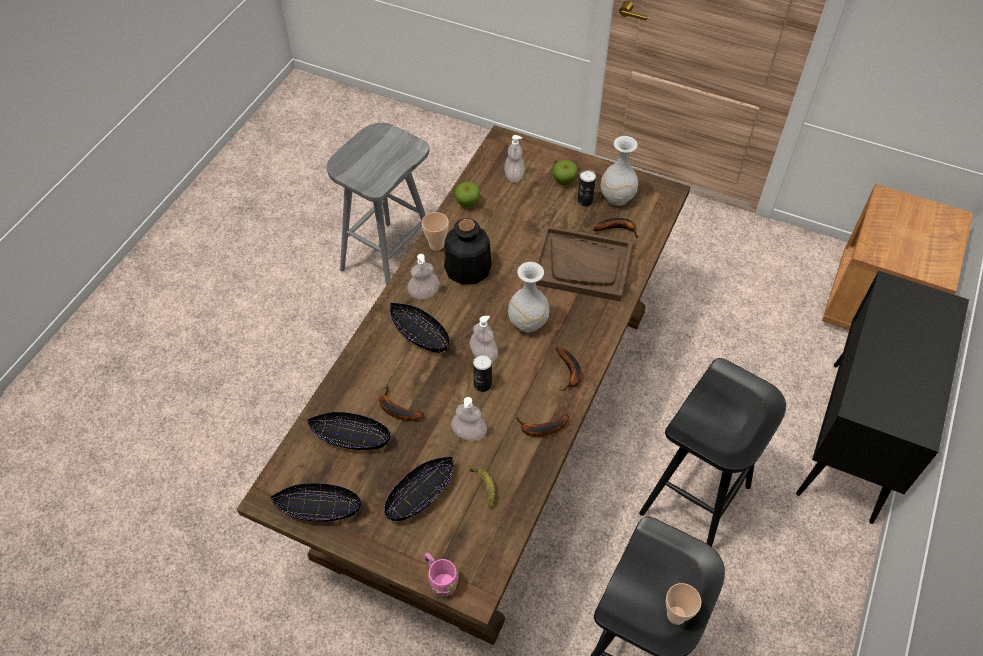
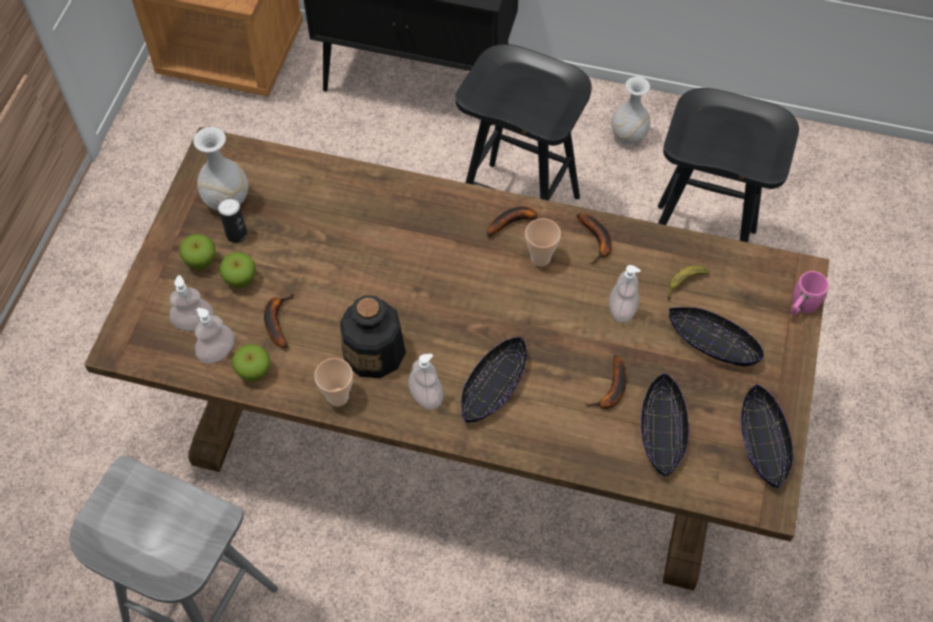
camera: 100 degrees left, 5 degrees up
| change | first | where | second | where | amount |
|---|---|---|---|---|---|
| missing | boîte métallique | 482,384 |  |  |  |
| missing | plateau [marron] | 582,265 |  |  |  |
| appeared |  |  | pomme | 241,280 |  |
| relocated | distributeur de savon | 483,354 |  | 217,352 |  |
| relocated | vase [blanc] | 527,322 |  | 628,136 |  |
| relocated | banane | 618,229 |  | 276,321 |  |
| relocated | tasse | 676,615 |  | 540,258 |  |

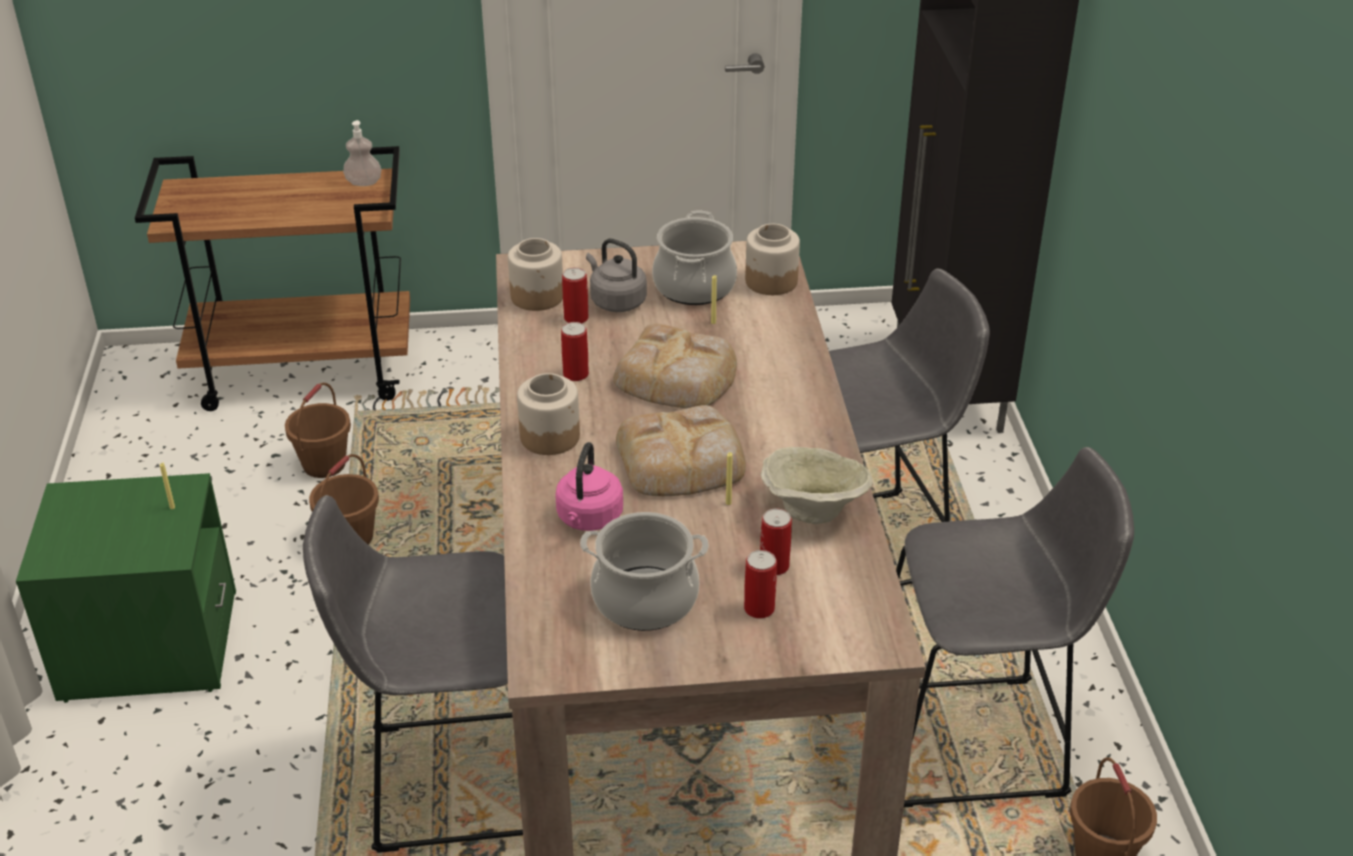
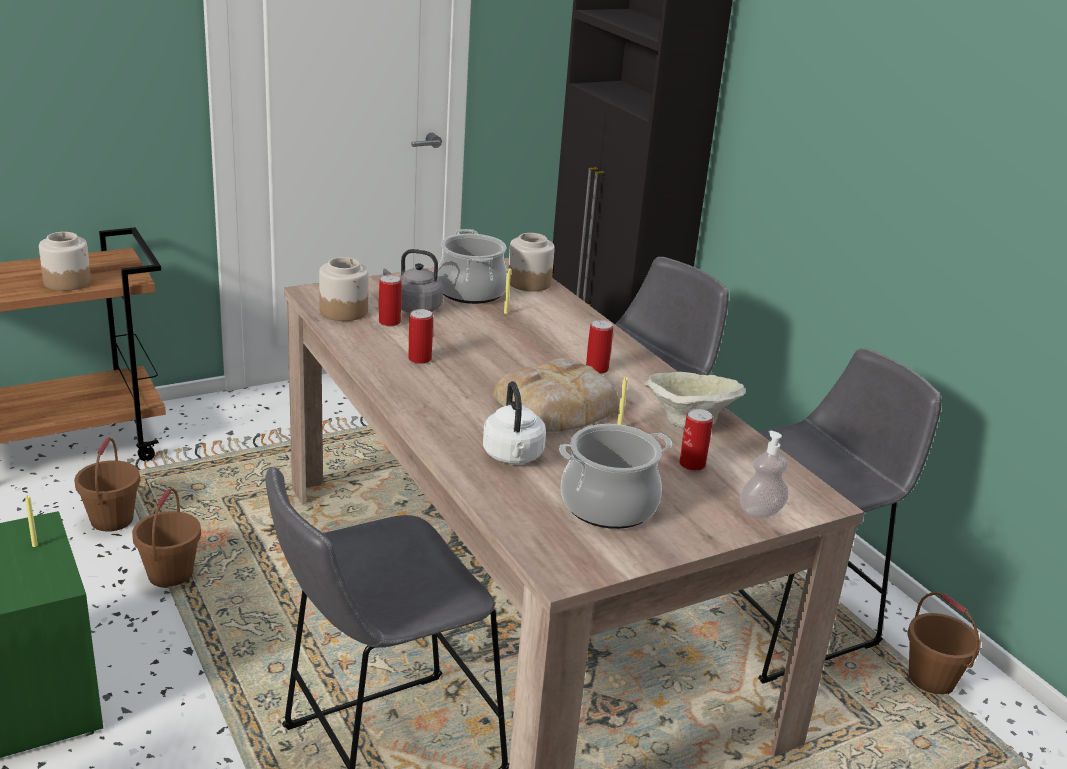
camera: 25 degrees left, 10 degrees down
| change | first | where | second | where | amount |
|---|---|---|---|---|---|
| missing | pain | 677,377 |  |  |  |
| relocated | distributeur de savon | 363,182 |  | 761,511 |  |
| relocated | bocal | 550,436 |  | 67,282 |  |
| relocated | boîte métallique | 759,608 |  | 597,369 |  |
| colour | bouilloire [rose] | 588,519 | bouilloire [blanc] | 513,456 |  |

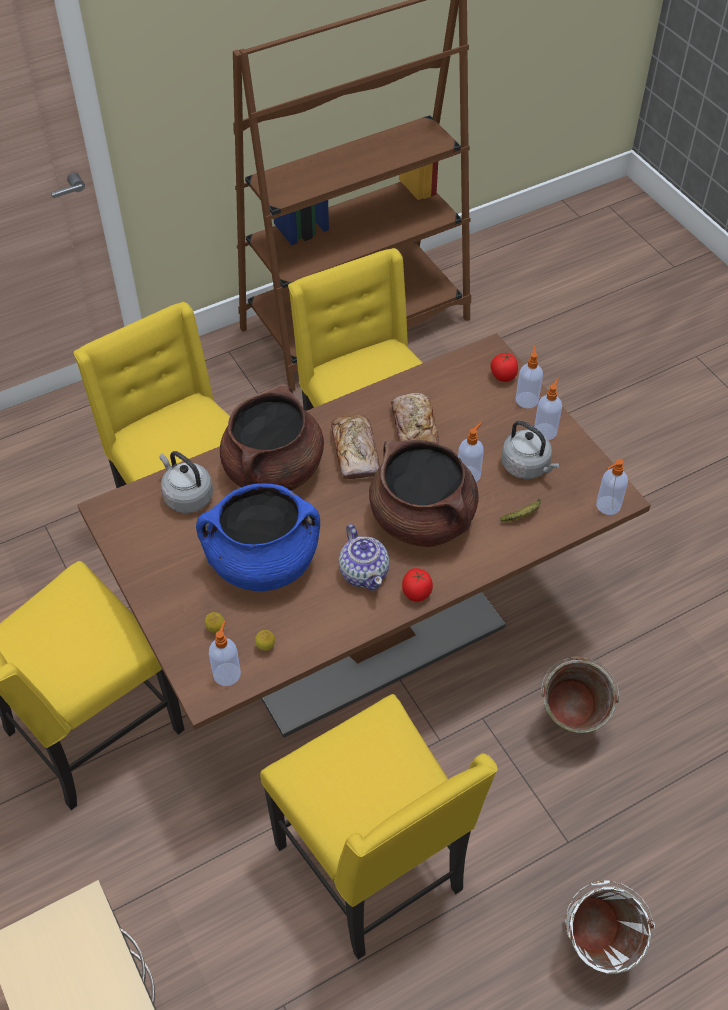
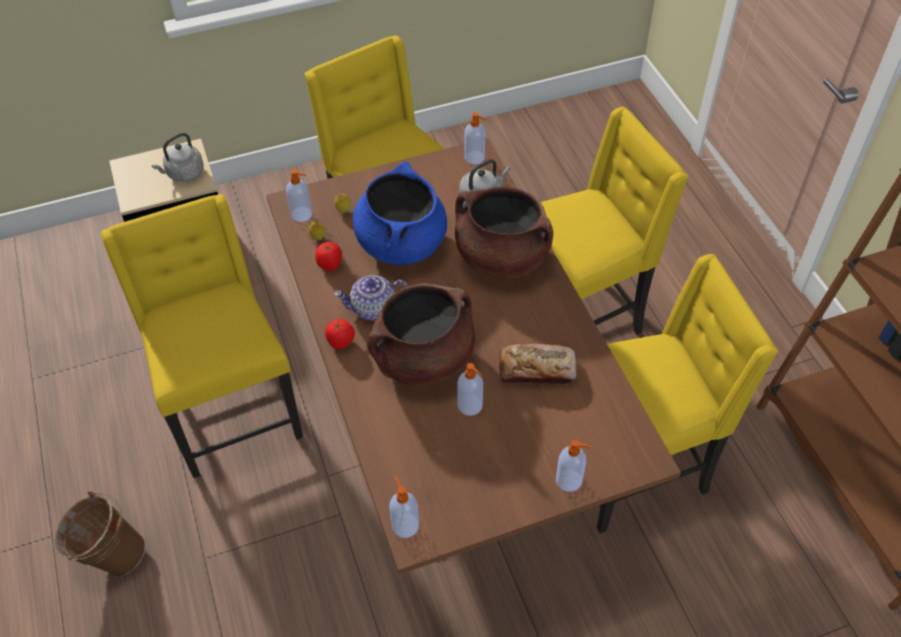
camera: 100 degrees right, 0 degrees up
| change | first | where | second | where | amount |
|---|---|---|---|---|---|
| missing | pain | 355,452 |  |  |  |
| missing | banane | 523,515 |  |  |  |
| missing | seau [vert] | 568,724 |  |  |  |
| relocated | tomate | 503,376 |  | 330,265 |  |
| relocated | bouilloire [gris] | 527,467 |  | 183,173 |  |
| relocated | distributeur de savon | 545,431 |  | 475,158 |  |
| colour | seau [blanc] | 594,948 | seau [marron] | 110,556 |  |
| spun | chaise [jaune] | 373,869 |  | 231,410 | 90 degrees clockwise |

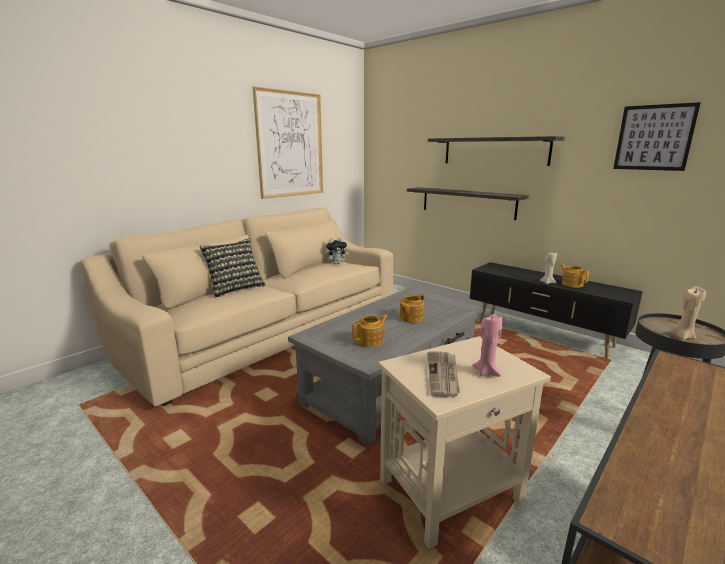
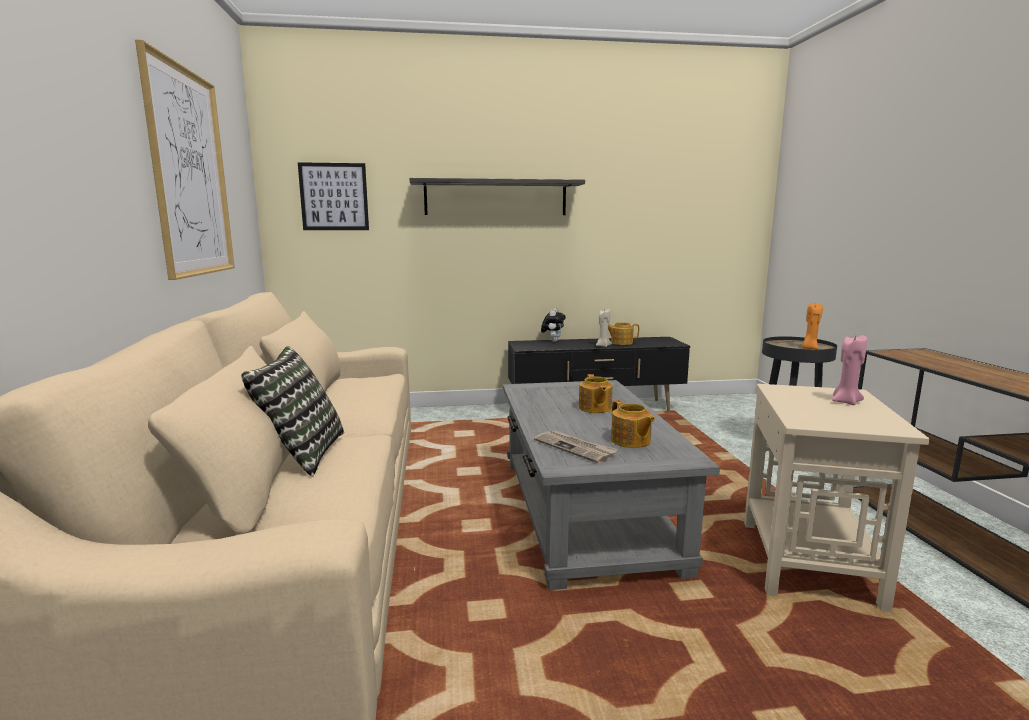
camera: 50 degrees left, 5 degrees down
| change | first | where | second | where | amount |
|---|---|---|---|---|---|
| missing | étagère | 467,202 |  |  |  |
| relocated | peluche | 336,263 |  | 553,341 |  |
| relocated | journal | 443,375 |  | 575,448 |  |
| relocated | tableau | 654,138 |  | 334,197 |  |
| colour | bougie [beige] | 682,336 | bougie [orange] | 809,348 |  |
| spun | théière | 370,341 |  | 630,441 | 150 degrees clockwise |

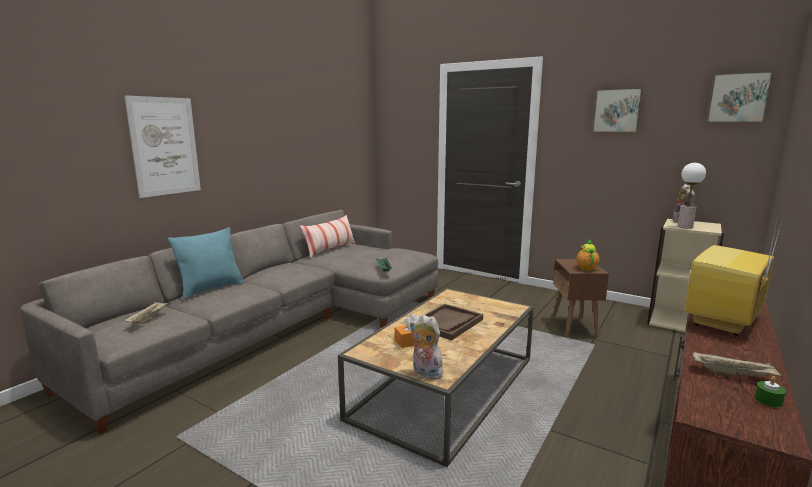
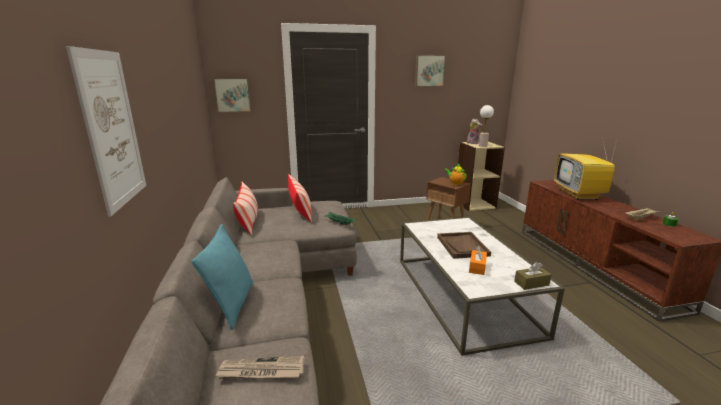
camera: 45 degrees left, 5 degrees up
| change | first | where | second | where | amount |
|---|---|---|---|---|---|
| appeared |  |  | coussin | 300,210 |  |
| relocated | tableau | 738,98 |  | 232,95 |  |
| exchanged | plateau [beige] | 149,319 | journal | 261,371 |  |
| exchanged | peluche | 425,373 | boîte à mouchoirs [marron] | 531,283 |  |
| colour | table basse [marron] | 445,387 | table basse [blanc] | 463,295 |  |

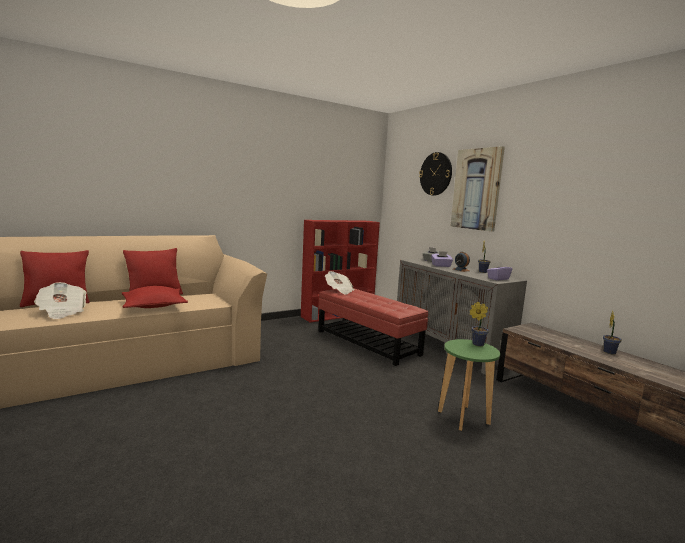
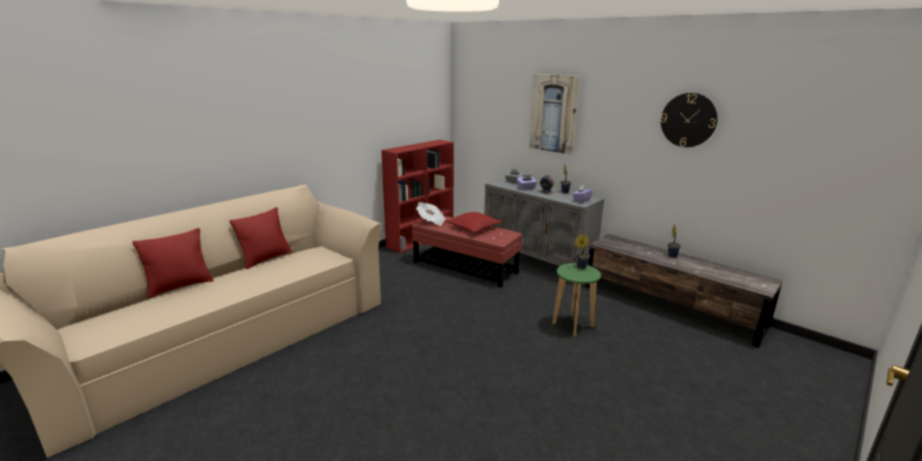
camera: 15 degrees left, 10 degrees up
| change | first | where | second | where | amount |
|---|---|---|---|---|---|
| missing | journal | 62,312 |  |  |  |
| relocated | coussin [rouge] | 154,305 |  | 473,227 |  |
| relocated | horloge murale | 435,174 |  | 688,120 |  |

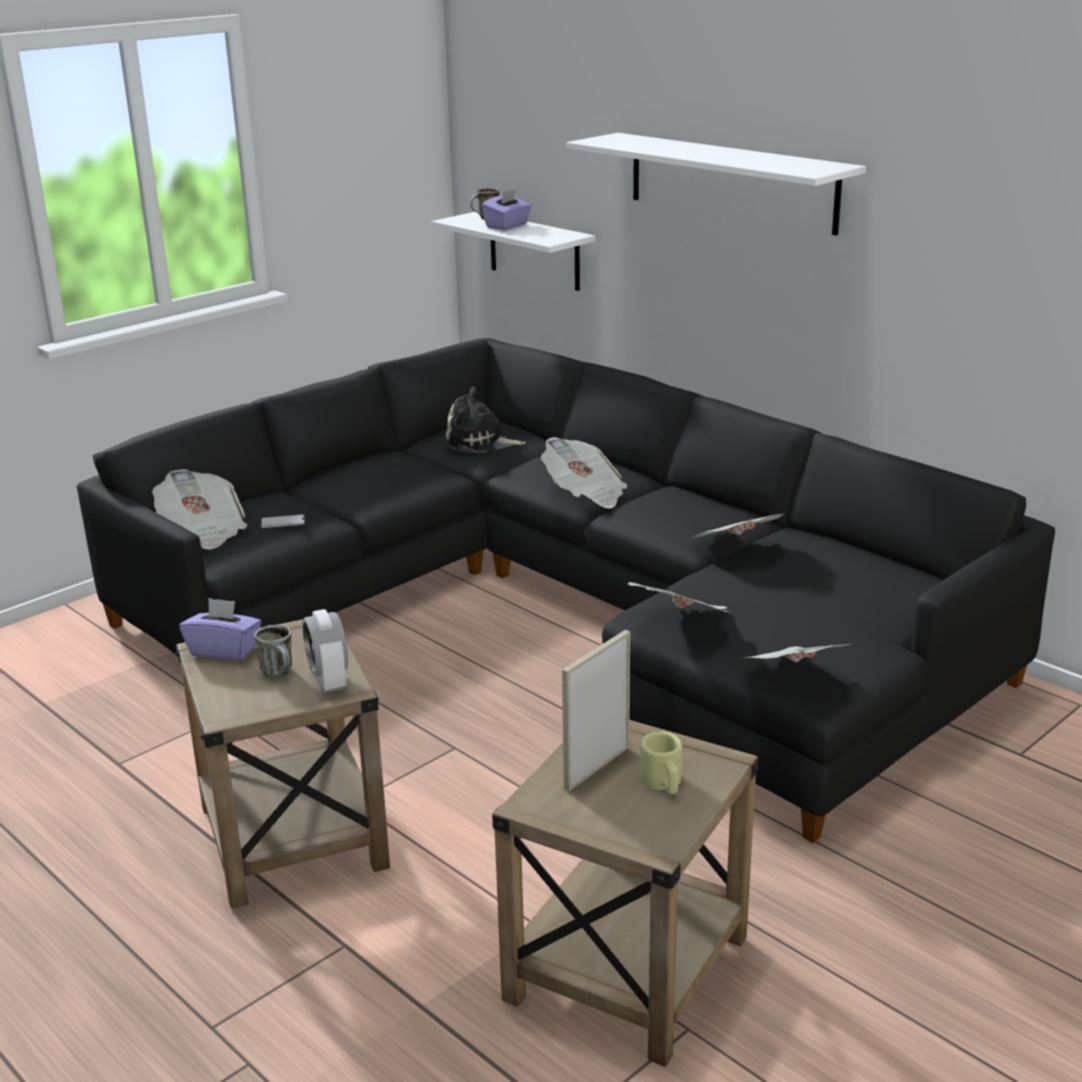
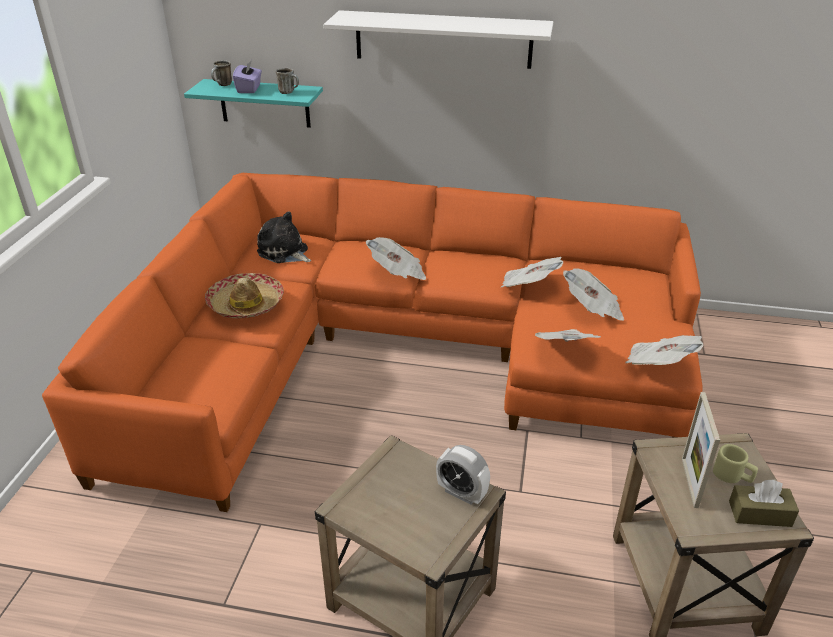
camera: 35 degrees left, 10 degrees up
| change | first | where | second | where | amount |
|---|---|---|---|---|---|
| missing | boîte à mouchoirs [violet] | 224,650 |  |  |  |
| missing | téléphone | 282,522 |  |  |  |
| appeared |  |  | chapeau | 245,304 |  |
| appeared |  |  | boîte à mouchoirs [marron] | 760,513 |  |
| relocated | journal | 203,531 |  | 592,309 |  |
| relocated | mug | 280,673 |  | 289,92 |  |
| colour | canapé [noir] | 566,614 | canapé [orange] | 398,353 |  |
| colour | étagère [blanc] | 534,251 | étagère [turquoise] | 264,103 |  |
| spun | peluche | 480,442 |  | 284,252 | 60 degrees clockwise |

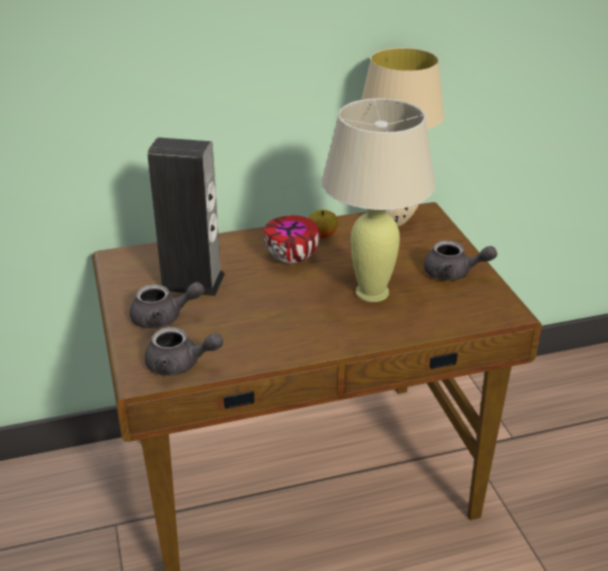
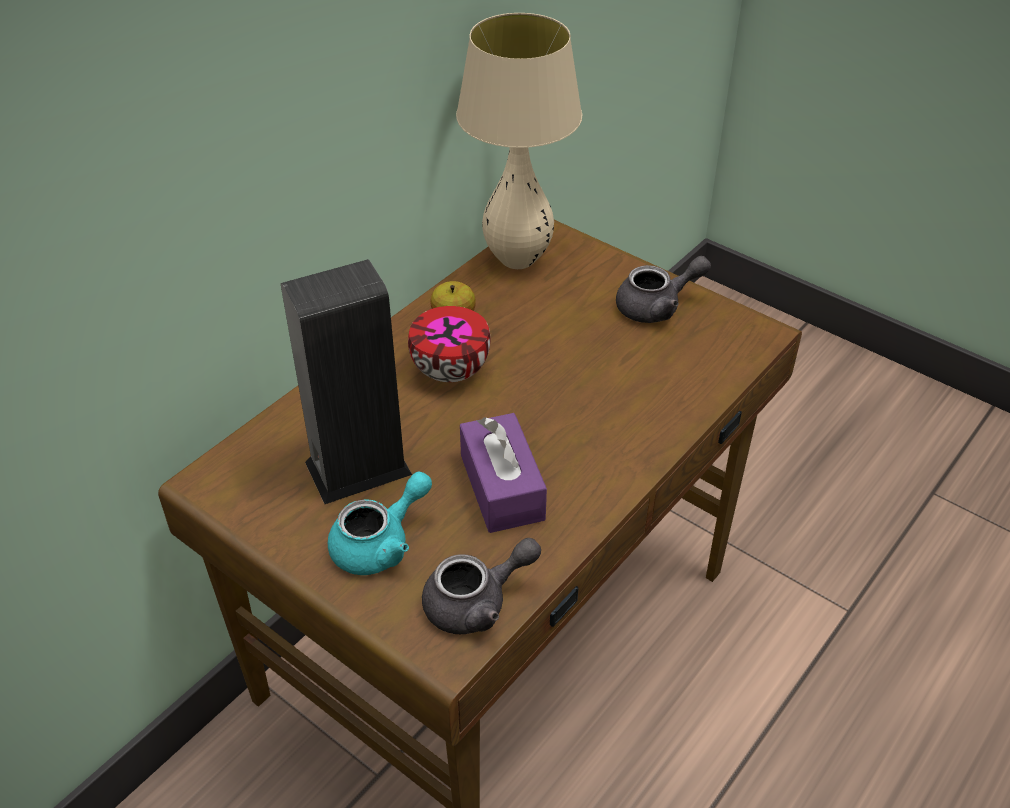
camera: 35 degrees left, 10 degrees up
| change | first | where | second | where | amount |
|---|---|---|---|---|---|
| missing | lampe de table [beige] | 372,292 |  |  |  |
| appeared |  |  | boîte à mouchoirs [violet] | 502,487 |  |
| colour | théière [gris] | 164,318 | théière [turquoise] | 380,544 |  |

